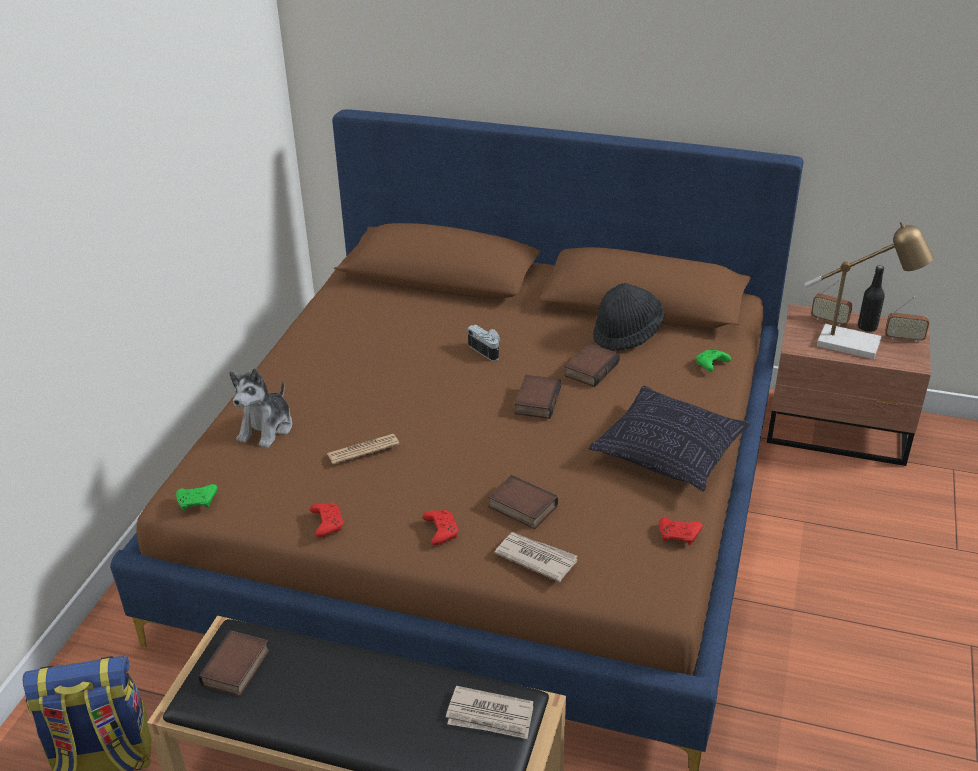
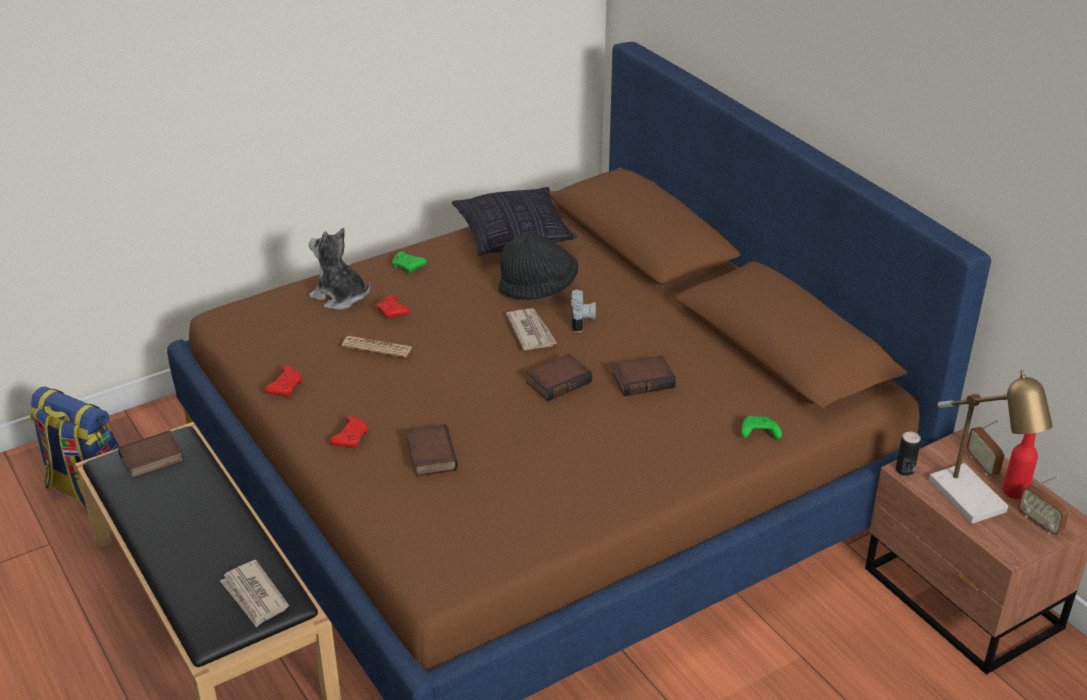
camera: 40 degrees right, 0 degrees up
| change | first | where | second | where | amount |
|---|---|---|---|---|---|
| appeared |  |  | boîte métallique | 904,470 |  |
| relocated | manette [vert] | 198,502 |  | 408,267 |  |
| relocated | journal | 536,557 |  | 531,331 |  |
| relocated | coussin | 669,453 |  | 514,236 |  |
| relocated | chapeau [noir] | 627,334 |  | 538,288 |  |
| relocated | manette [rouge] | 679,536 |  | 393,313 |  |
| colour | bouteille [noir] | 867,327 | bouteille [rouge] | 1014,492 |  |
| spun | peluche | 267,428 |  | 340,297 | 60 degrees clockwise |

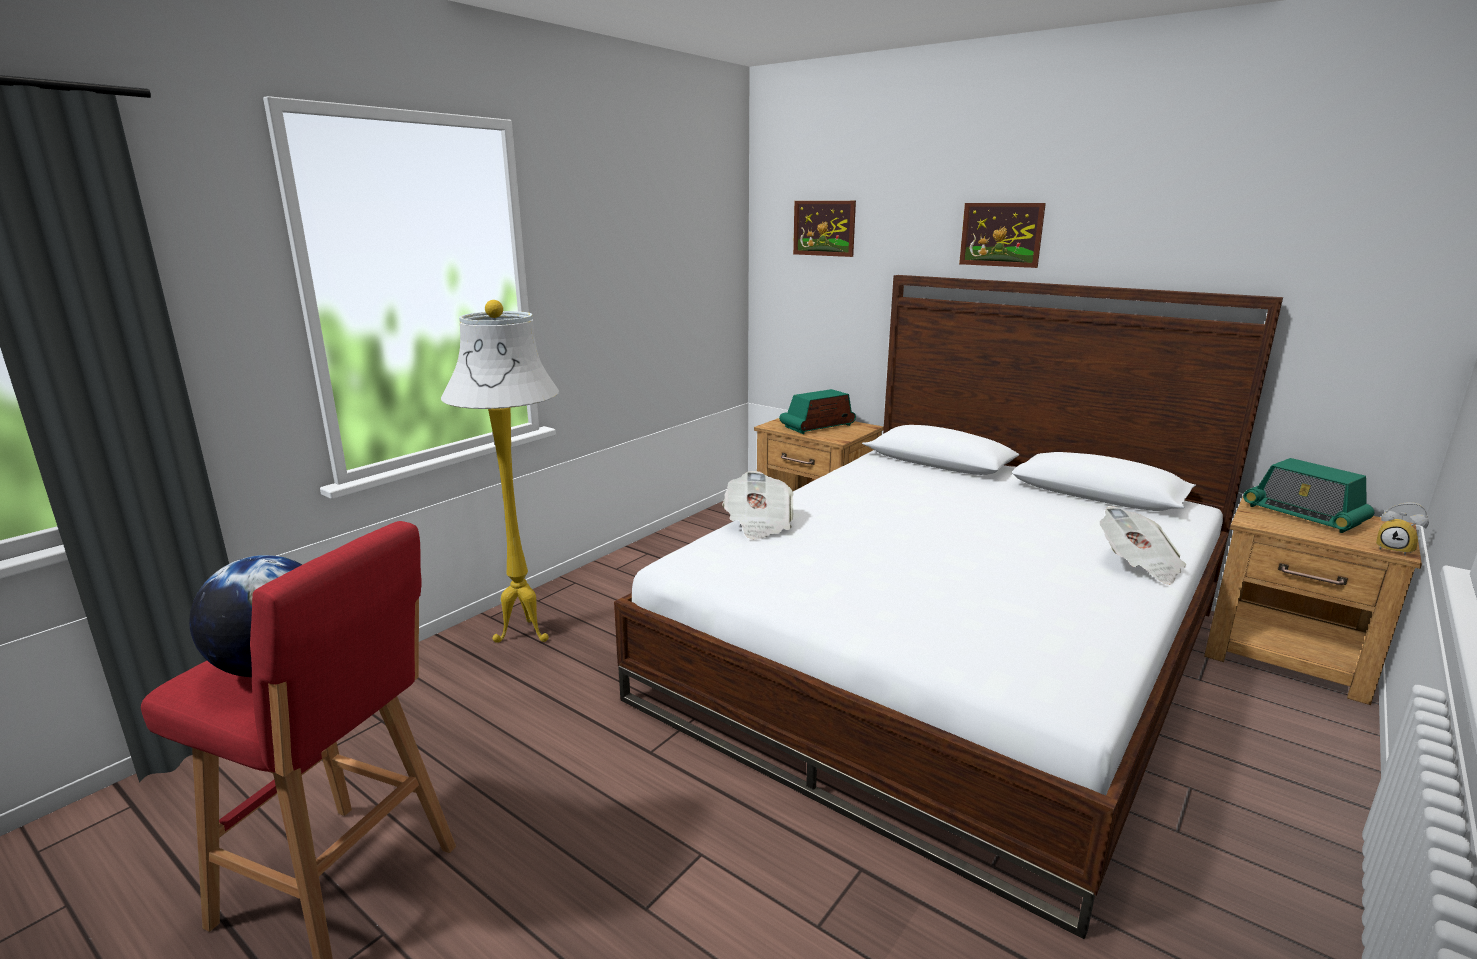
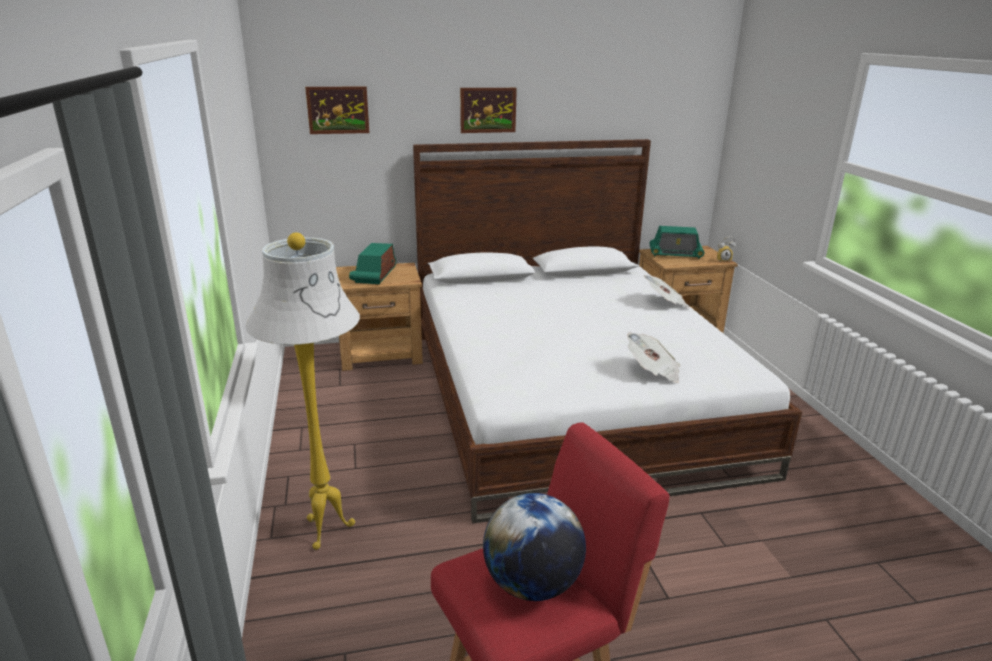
camera: 50 degrees left, 5 degrees up
| change | first | where | second | where | amount |
|---|---|---|---|---|---|
| relocated | journal | 758,524 |  | 653,371 |  |

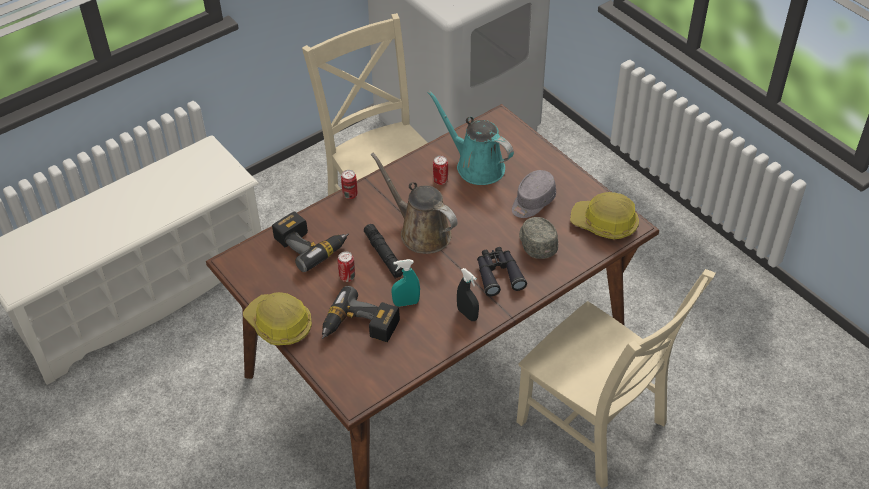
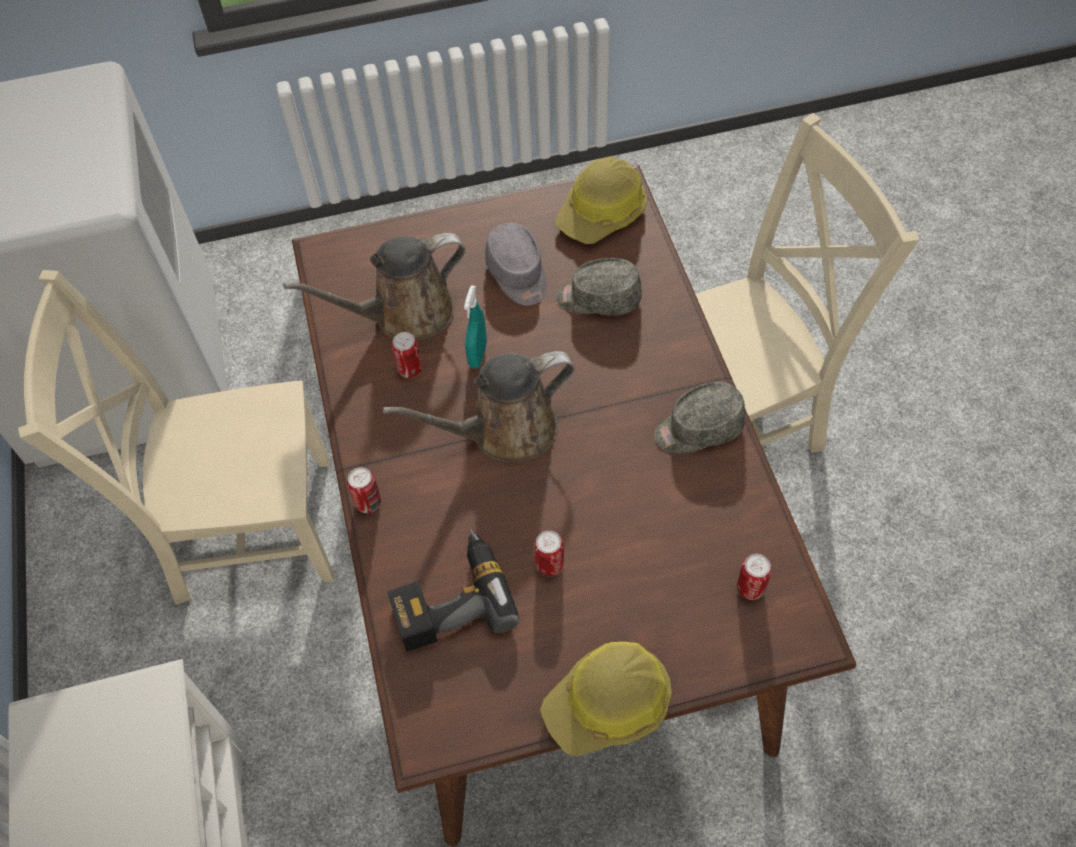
camera: 65 degrees left, 10 degrees up
| change | first | where | second | where | amount |
|---|---|---|---|---|---|
| missing | perceuse | 359,328 |  |  |  |
| missing | lampe de poche [noir] | 384,255 |  |  |  |
| missing | jumelles [noir] | 498,274 |  |  |  |
| appeared |  |  | boîte métallique | 750,588 |  |
| relocated | vaporisateur [turquoise] | 406,303 |  | 477,355 |  |
| exchanged | vaporisateur [noir] | 467,314 | casquette [gris] | 698,429 |  |
| colour | arrosoir [turquoise] | 476,165 | arrosoir [marron] | 405,314 |  |

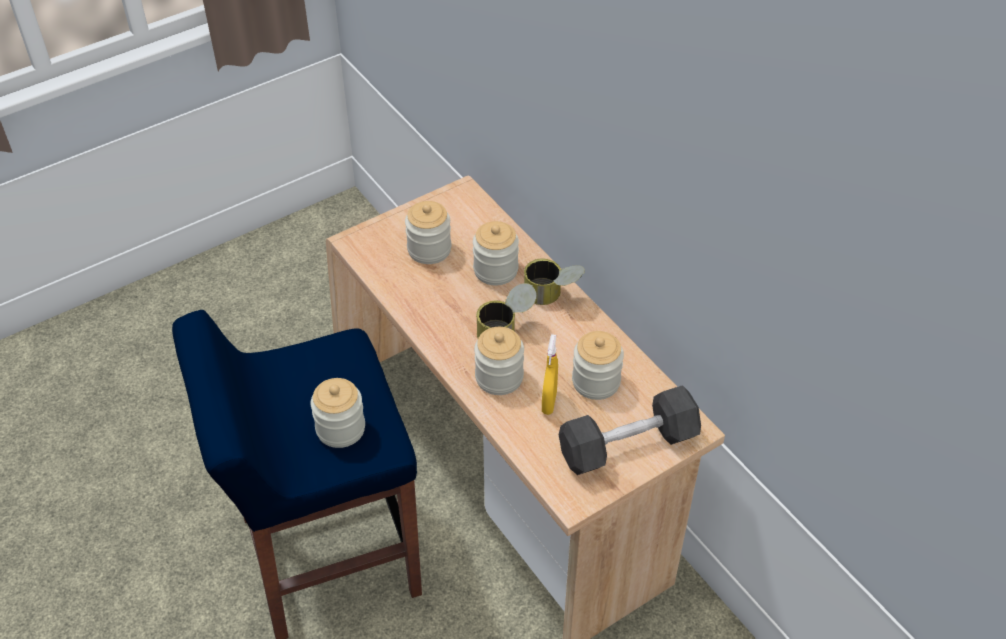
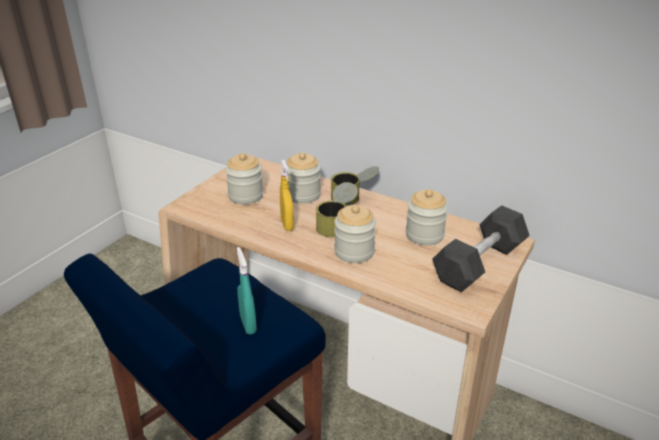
camera: 25 degrees left, 15 degrees down
| change | first | where | second | where | amount |
|---|---|---|---|---|---|
| relocated | vaporisateur [jaune] | 549,402 |  | 287,225 |  |
| exchanged | bocal | 340,428 | vaporisateur [turquoise] | 248,324 |  |

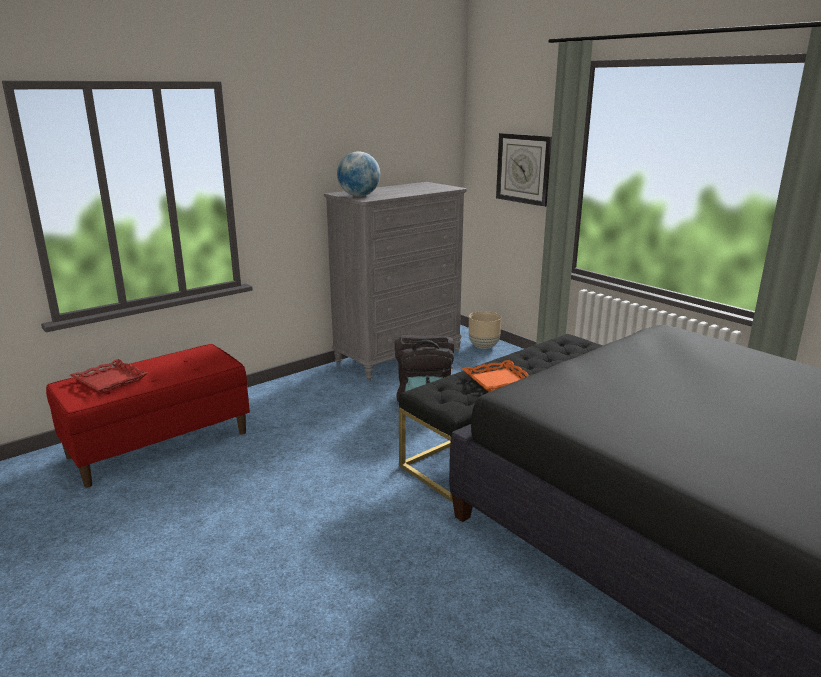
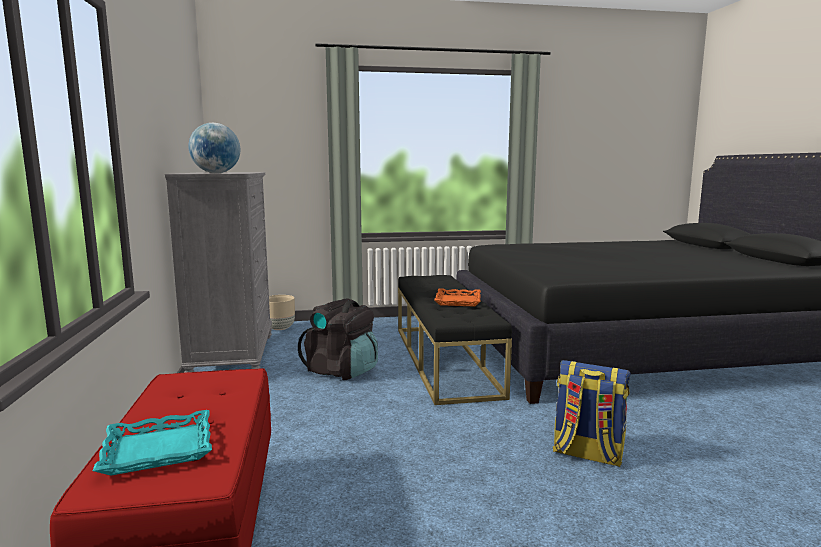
camera: 60 degrees left, 10 degrees down
| change | first | where | second | where | amount |
|---|---|---|---|---|---|
| missing | horloge murale | 524,168 |  |  |  |
| appeared |  |  | sac à dos | 587,454 |  |
| colour | plateau [rouge] | 110,380 | plateau [turquoise] | 158,449 |  |

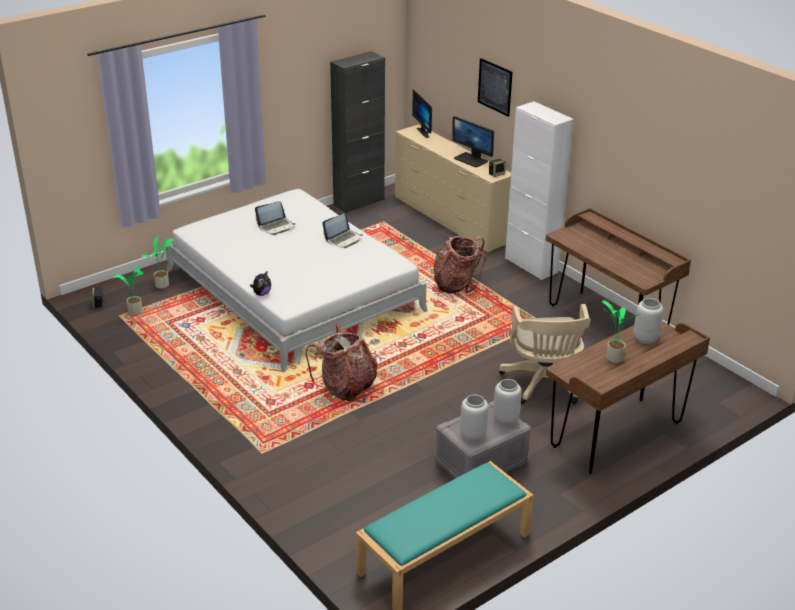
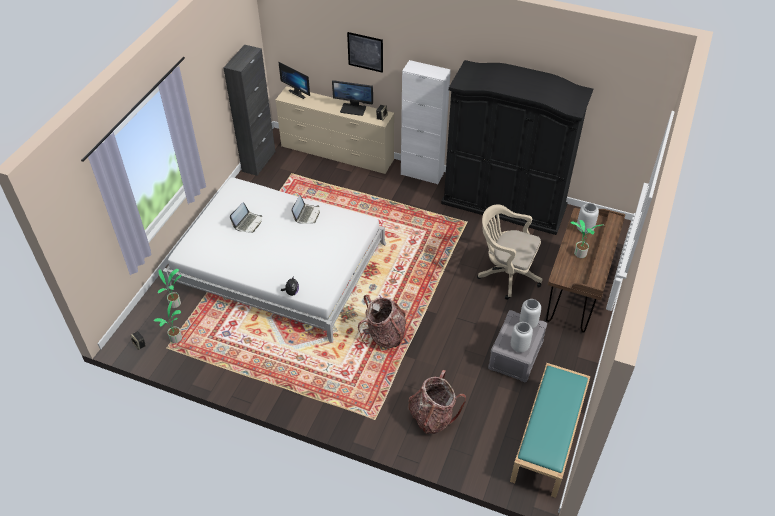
camera: 30 degrees left, 15 degrees up
| change | first | where | second | where | amount |
|---|---|---|---|---|---|
| relocated | sac à dos | 456,284 |  | 432,416 |  |
| exchanged | bureau [marron] | 606,322 | armoire [noir] | 504,204 |  |
| spun | chaise de bureau [beige] | 544,385 |  | 506,274 | 150 degrees clockwise |

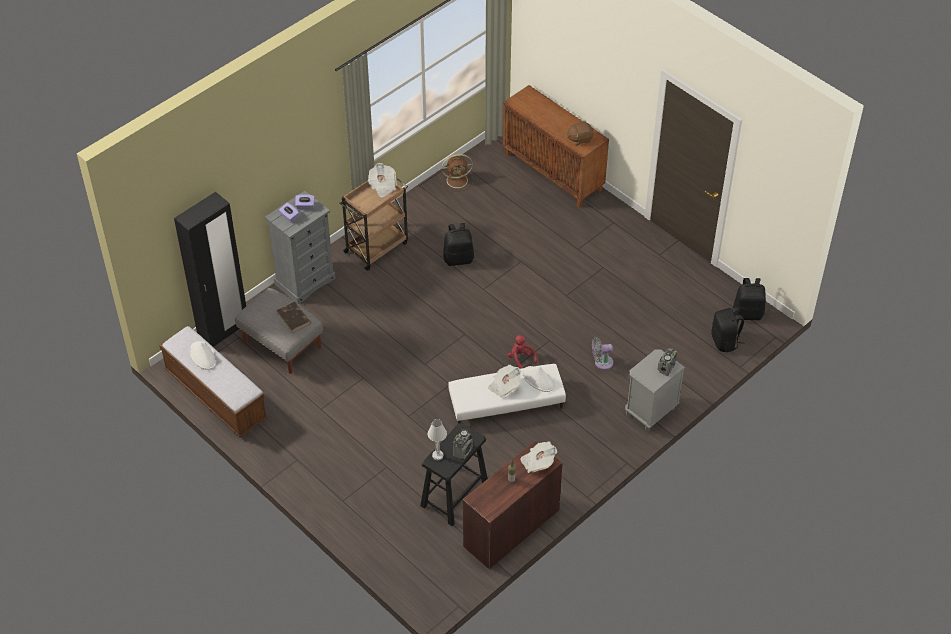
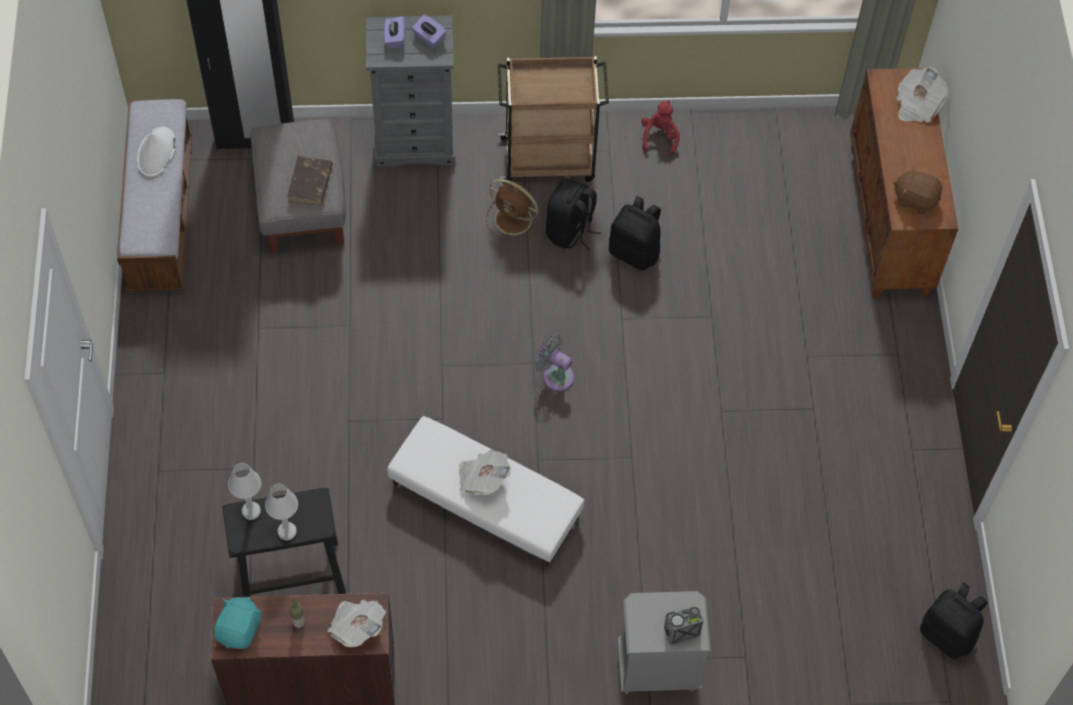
camera: 40 degrees right, 10 degrees up
| change | first | where | second | where | amount |
|---|---|---|---|---|---|
| missing | chapeau [blanc] | 538,379 |  |  |  |
| appeared |  |  | peluche [turquoise] | 239,630 |  |
| relocated | journal | 382,186 |  | 917,105 |  |
| relocated | ventilateur [marron] | 458,180 |  | 514,220 |  |
| relocated | peluche [rouge] | 521,358 |  | 659,137 |  |
| relocated | ventilateur [gris] | 601,362 |  | 555,375 |  |
| relocated | sac à dos [noir] | 725,341 |  | 570,231 |  |
| exchanged | radio | 463,451 | lampe de table [blanc] | 287,531 |  |

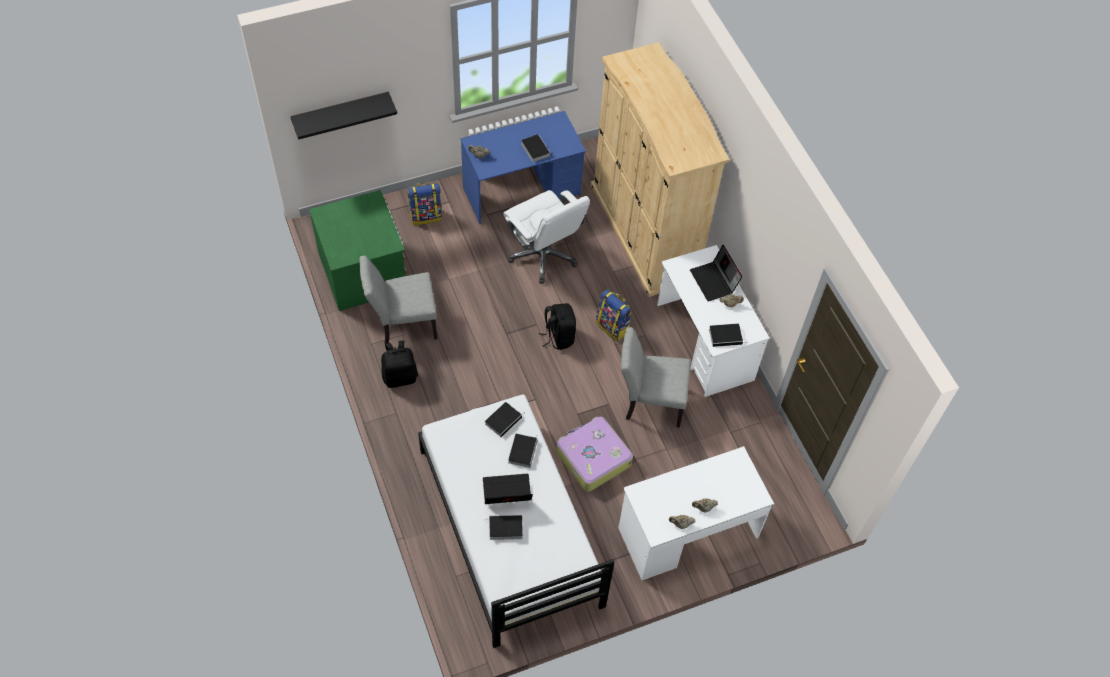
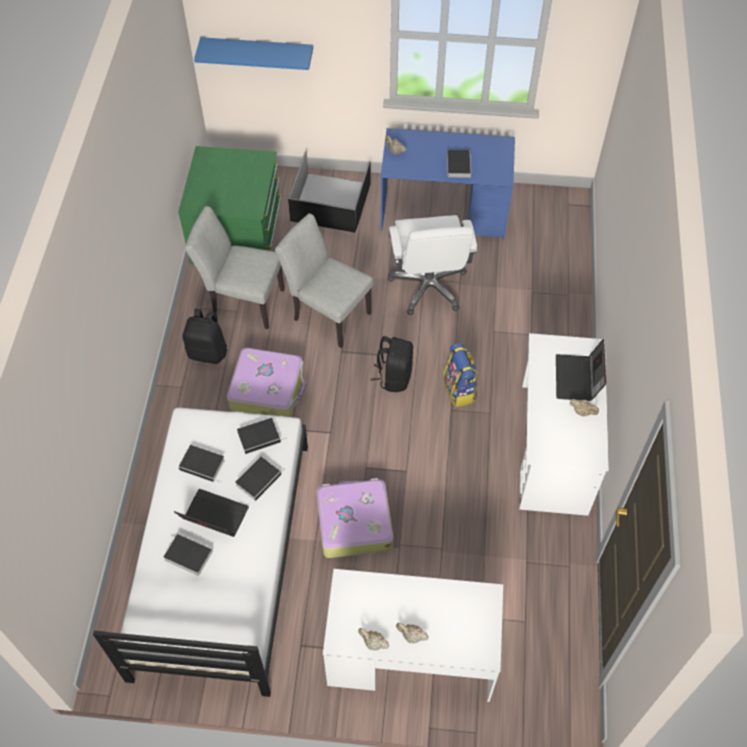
camera: 30 degrees right, 0 degrees up
| change | first | where | second | where | amount |
|---|---|---|---|---|---|
| missing | armoire [beige] | 644,231 |  |  |  |
| appeared |  |  | valise | 268,389 |  |
| relocated | chaise [gris] | 648,402 |  | 327,313 |  |
| relocated | livre | 726,336 |  | 203,465 |  |
| exchanged | sac à dos | 426,215 | boîte de rangement [noir] | 331,202 |  |
| colour | étagère [noir] | 341,112 | étagère [bleu] | 257,52 |  |

